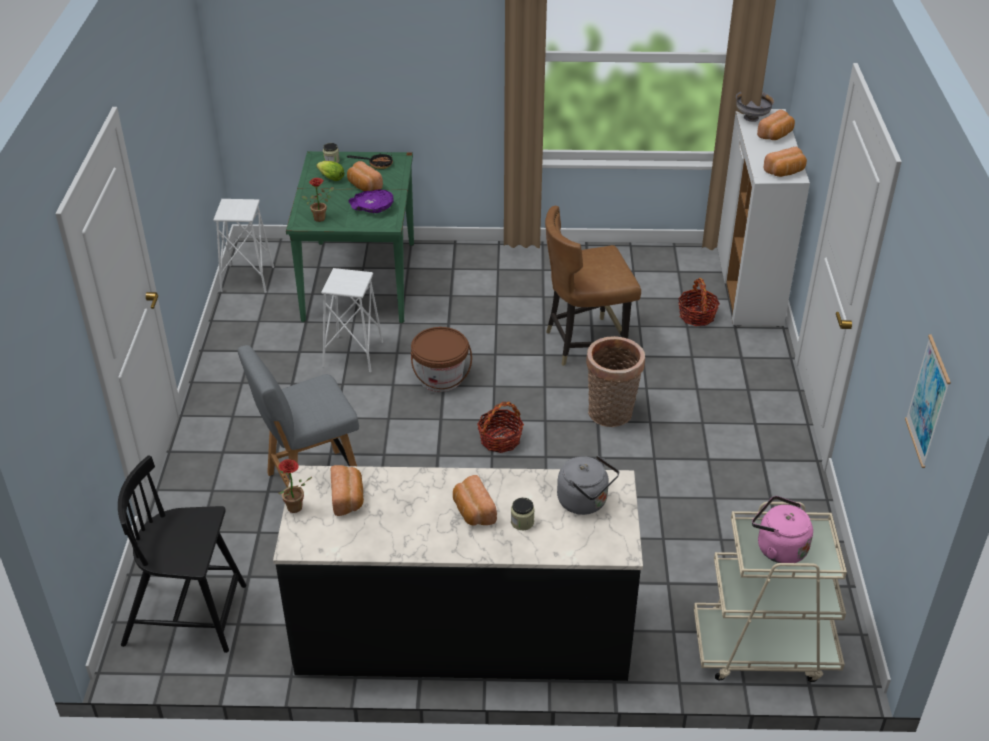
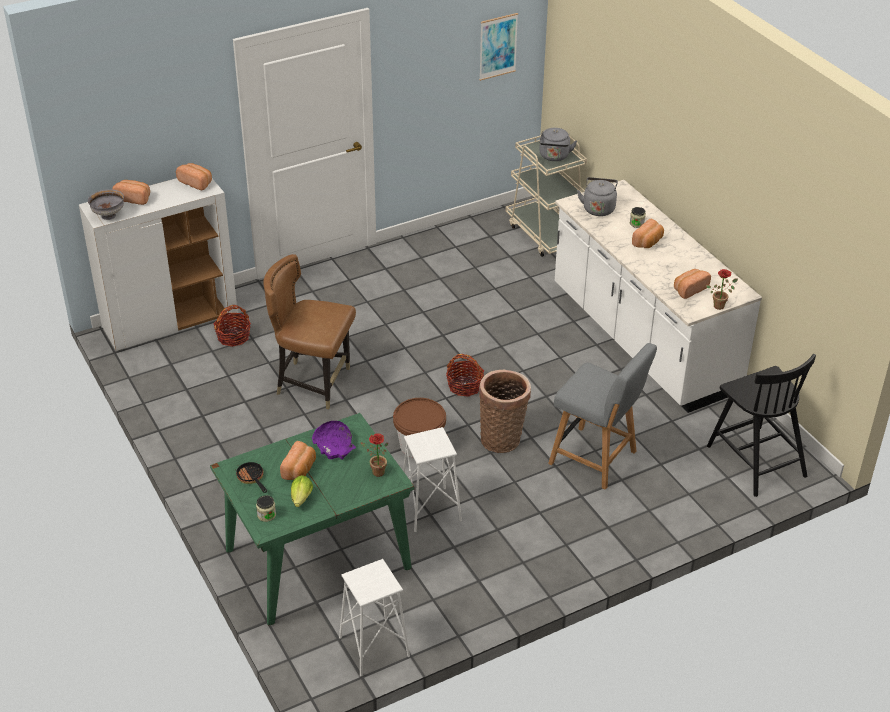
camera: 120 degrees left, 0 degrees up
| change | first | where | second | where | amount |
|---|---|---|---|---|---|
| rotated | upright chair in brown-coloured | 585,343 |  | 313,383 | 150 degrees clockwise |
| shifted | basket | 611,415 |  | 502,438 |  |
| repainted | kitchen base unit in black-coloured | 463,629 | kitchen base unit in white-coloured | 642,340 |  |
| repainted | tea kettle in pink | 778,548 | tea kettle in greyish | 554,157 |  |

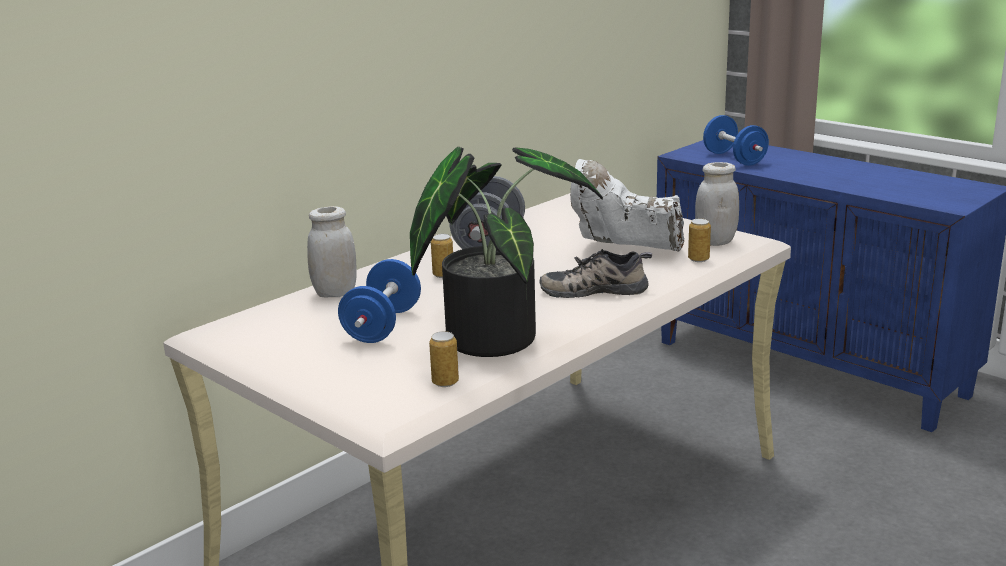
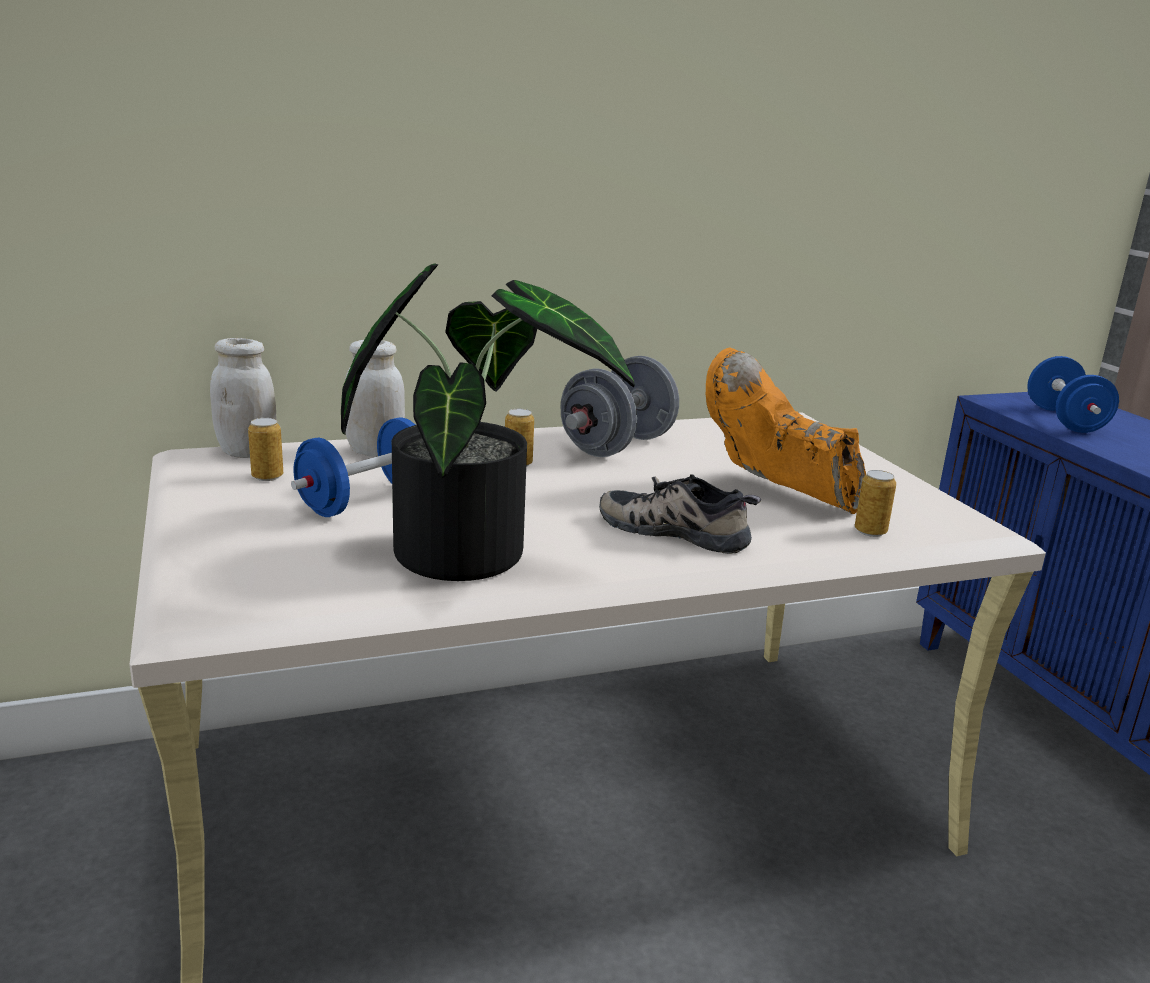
camera: 25 degrees right, 0 degrees up
| change | first | where | second | where | amount |
|---|---|---|---|---|---|
| repainted | high-top boot in white-coloured | 624,251 | high-top boot in orangey | 777,495 |  |
| shifted | jar in white-coloured | 715,241 |  | 247,452 |  |
| shifted | sealed can | 445,382 |  | 267,477 |  |

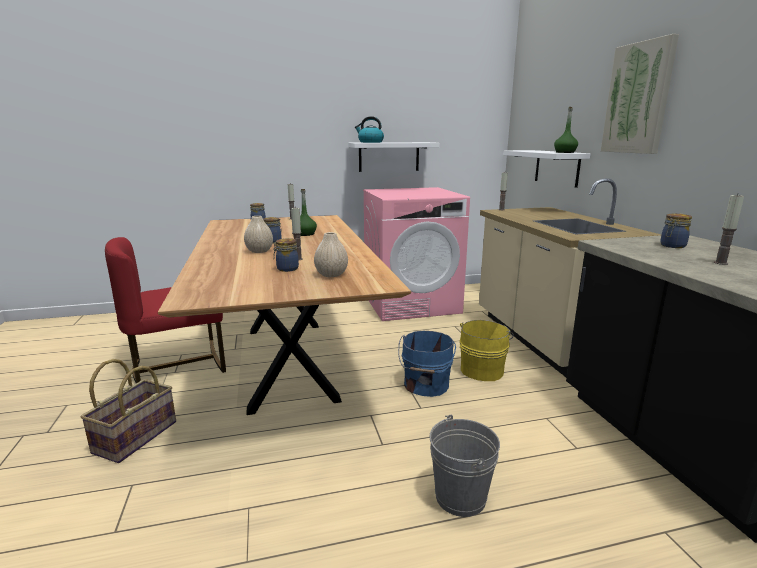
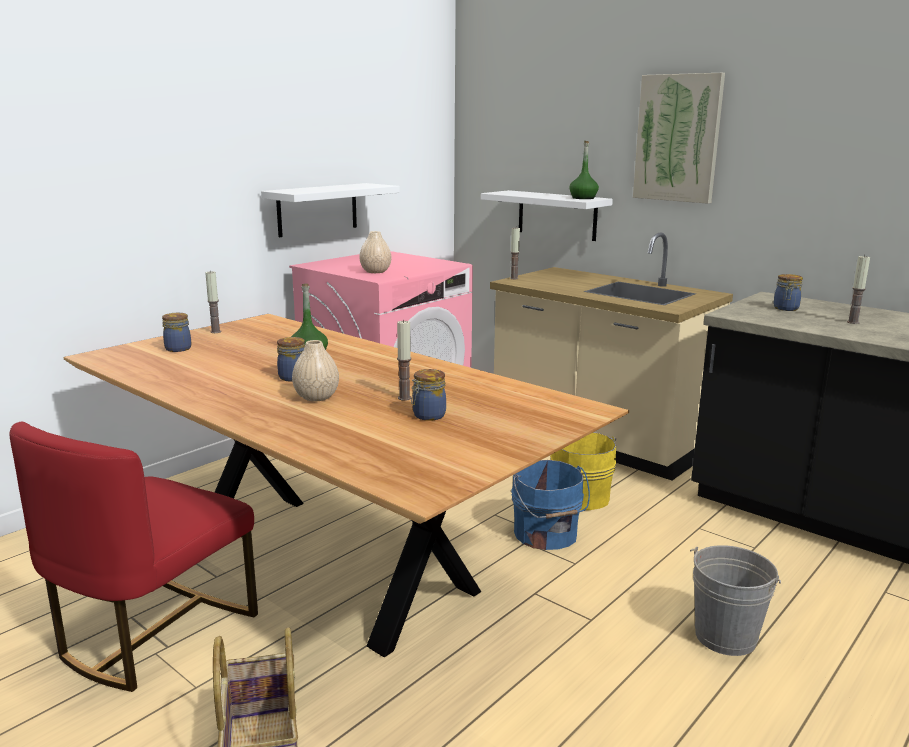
camera: 35 degrees left, 0 degrees up
| change | first | where | second | where | amount |
|---|---|---|---|---|---|
| gone | tea kettle | 370,142 |  |  |  |
| shifted | decorative vase in beige-coloured | 331,274 |  | 375,271 |  |

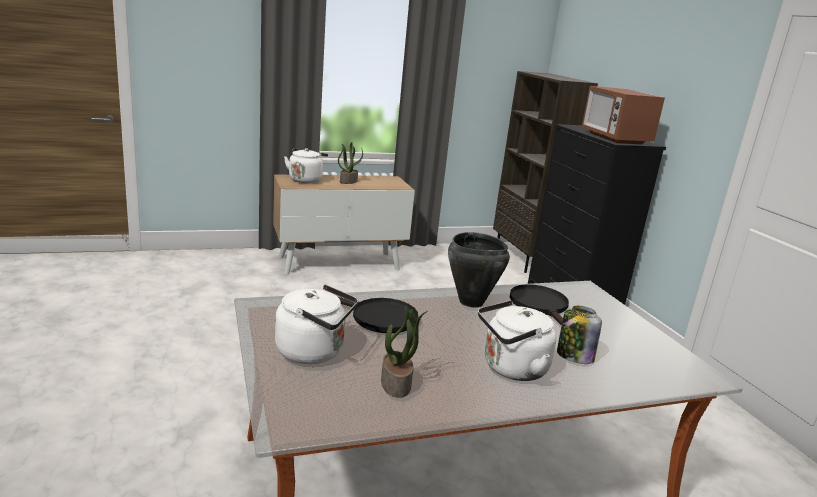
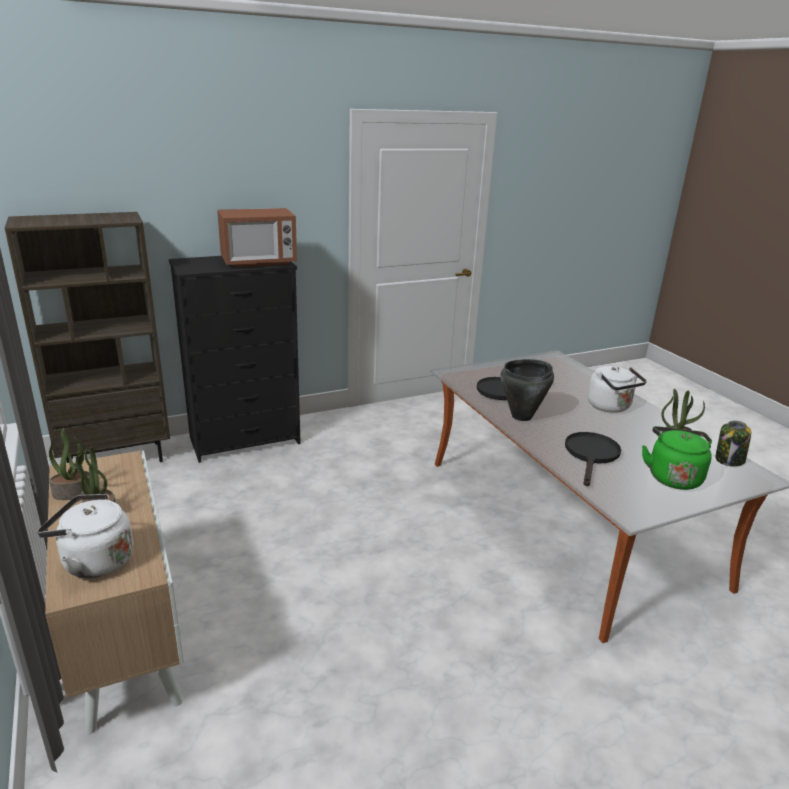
camera: 95 degrees left, 5 degrees up
| change | first | where | second | where | amount |
|---|---|---|---|---|---|
| repainted | tea kettle in white-coloured | 314,352 | tea kettle in greenish | 673,477 |  |
| shifted | jar | 574,356 |  | 729,460 |  |
| new |  |  | houseplant | 74,492 |  |

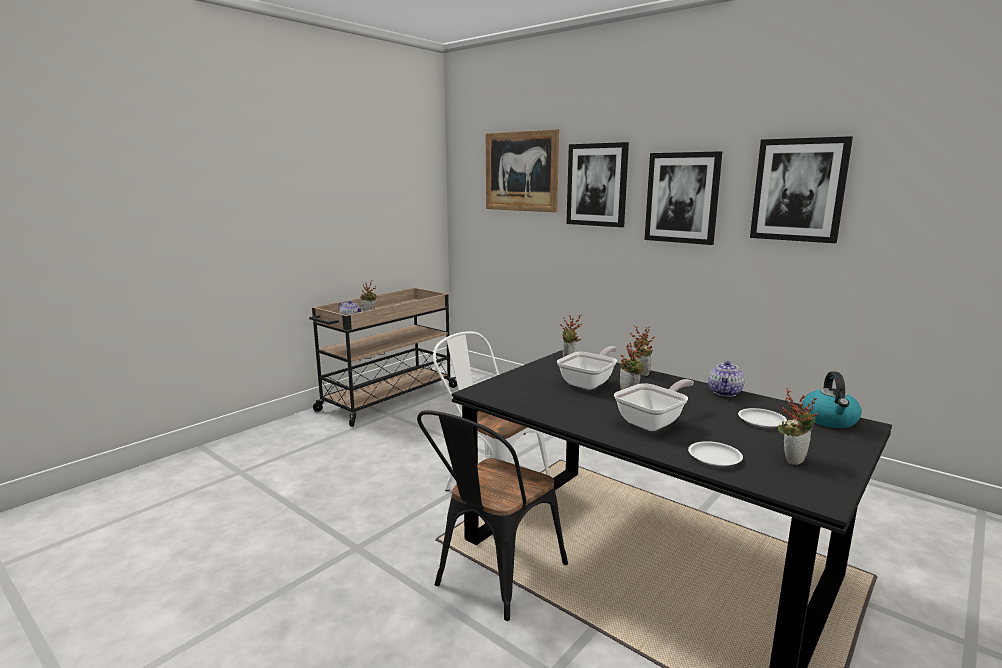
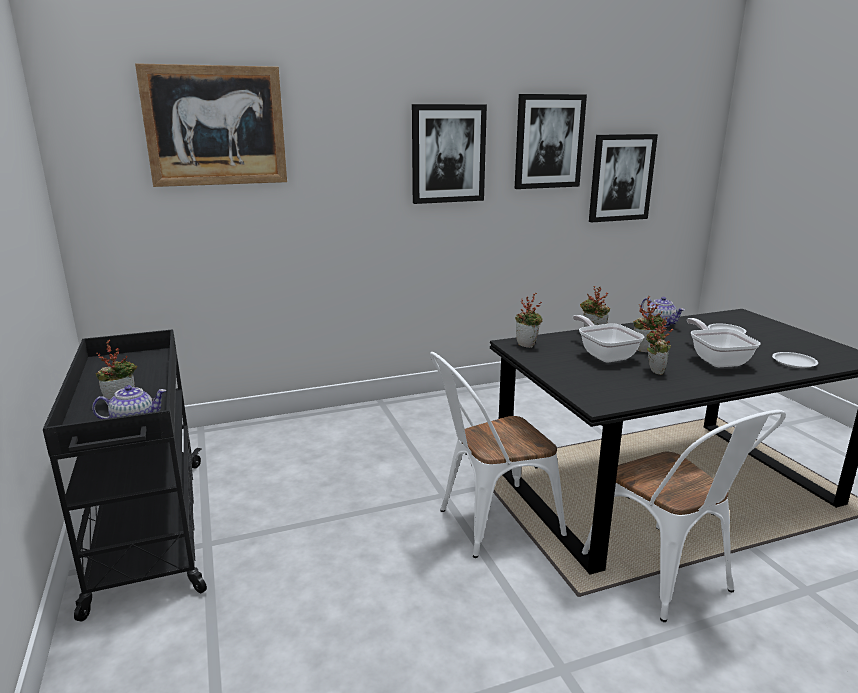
camera: 60 degrees left, 5 degrees up
| change | first | where | second | where | amount |
|---|---|---|---|---|---|
| shifted | wall picture | 597,185 |  | 621,178 |  |
| repainted | trolley in beige-coloured | 387,399 | trolley in black-coloured | 149,531 |  |
| gone | tea kettle | 830,420 |  |  |  |
| shifted | houseplant | 792,459 |  | 653,371 |  |
| repainted | upright chair in black-coloured | 493,578 | upright chair in white-coloured | 666,578 |  |

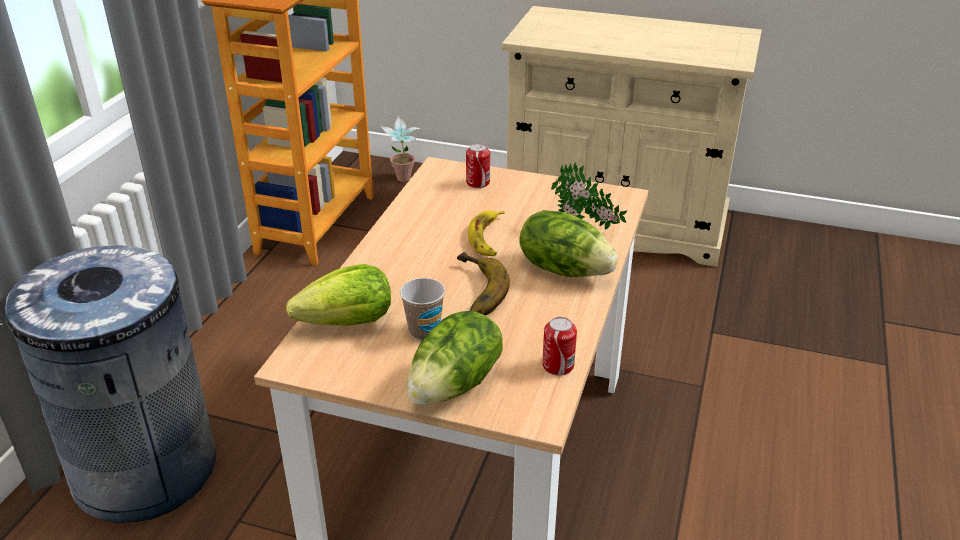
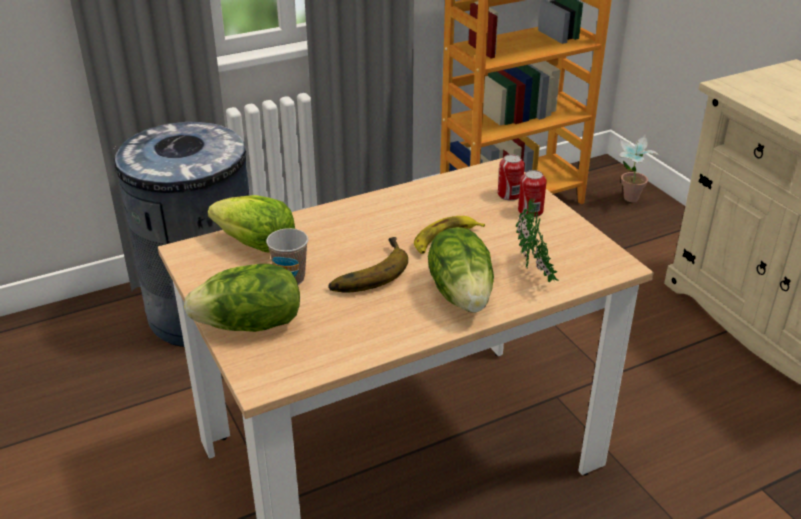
camera: 45 degrees right, 0 degrees up
| change | first | where | second | where | amount |
|---|---|---|---|---|---|
| shifted | sealed can | 558,365 |  | 530,211 |  |

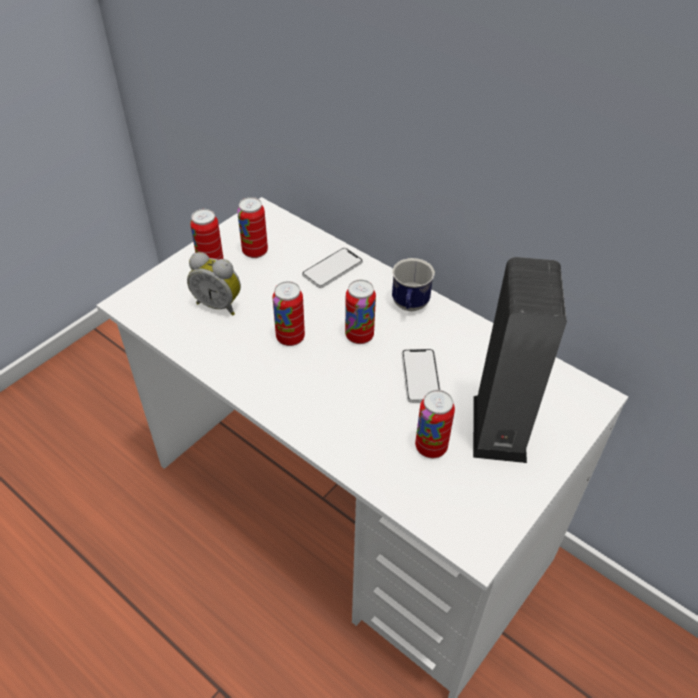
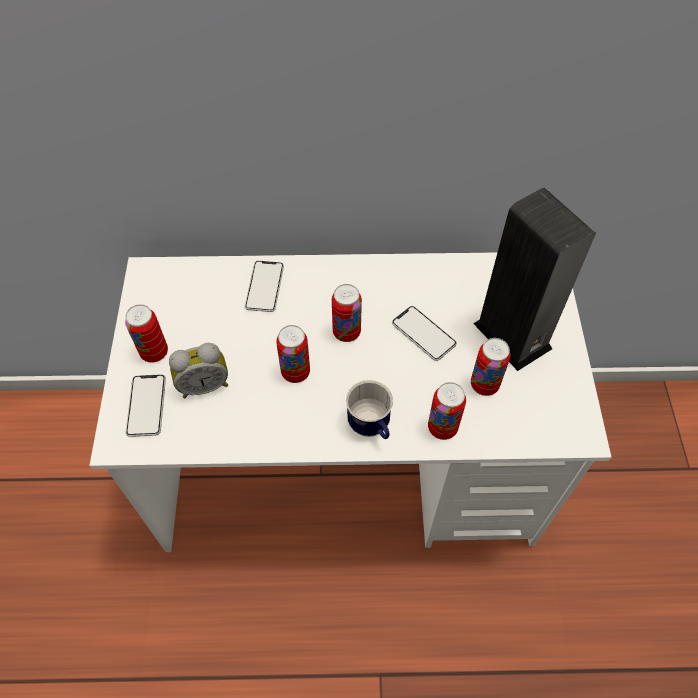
camera: 40 degrees left, 10 degrees up
| change | first | where | second | where | amount |
|---|---|---|---|---|---|
| shifted | sealed can | 255,252 |  | 442,427 |  |
| shifted | coffee mug | 409,307 |  | 371,427 |  |
| new |  |  | phone | 146,406 |  |

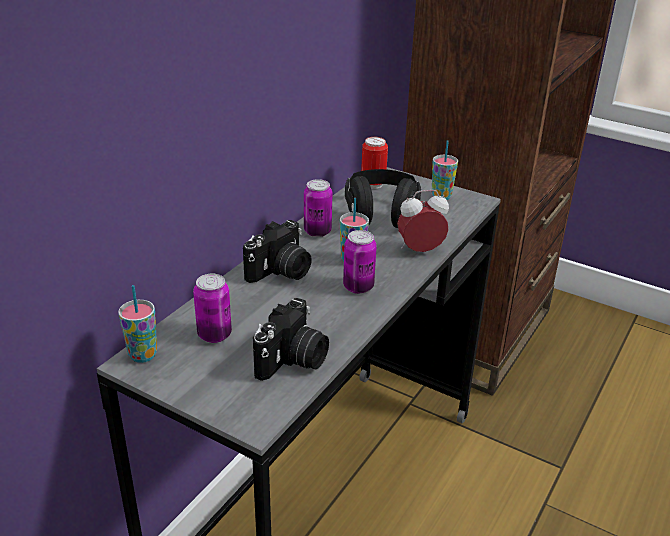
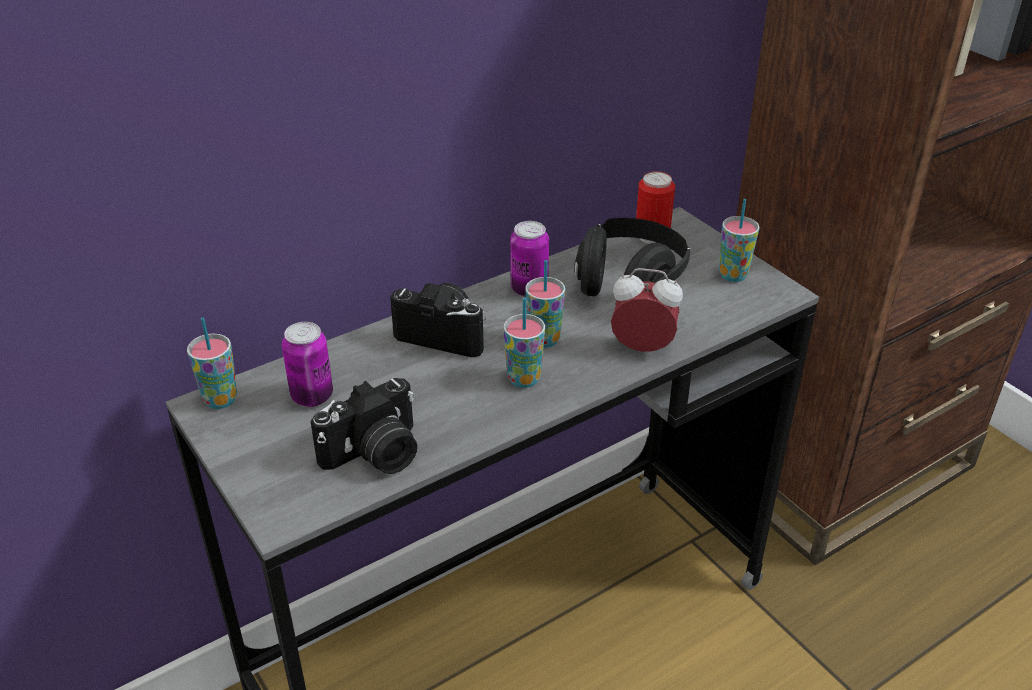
camera: 25 degrees right, 5 degrees up
| change | first | where | second | where | amount |
|---|---|---|---|---|---|
| rotated | photo camera | 281,272 |  | 444,334 | 135 degrees counterclockwise |
| swapped | sealed can | 358,287 | cup | 524,379 |  |

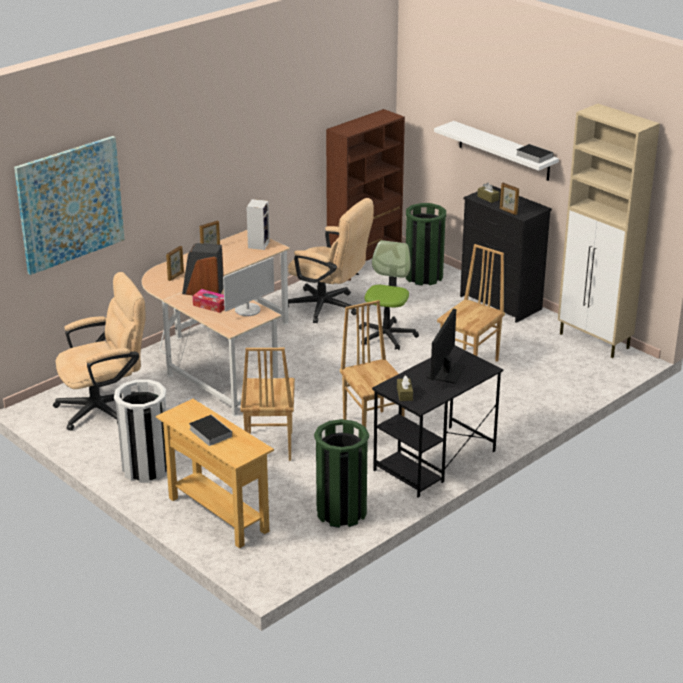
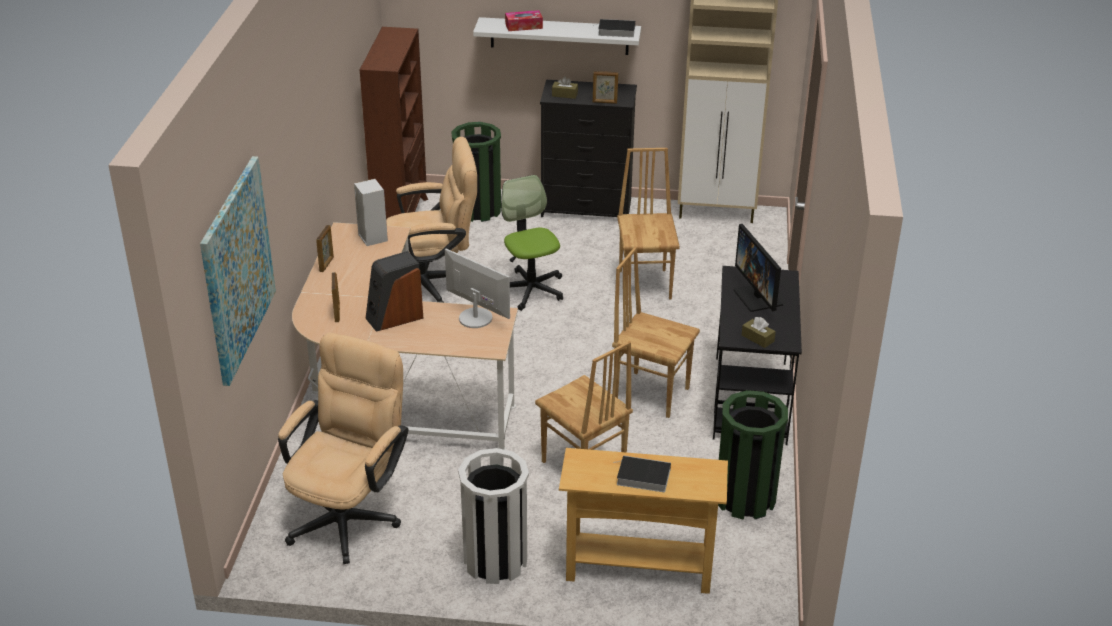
camera: 40 degrees left, 5 degrees up
| change | first | where | second | where | amount |
|---|---|---|---|---|---|
| rotated | computer screen | 248,310 |  | 475,318 | 60 degrees counterclockwise |
| shifted | tissue holder | 211,305 |  | 524,26 |  |

